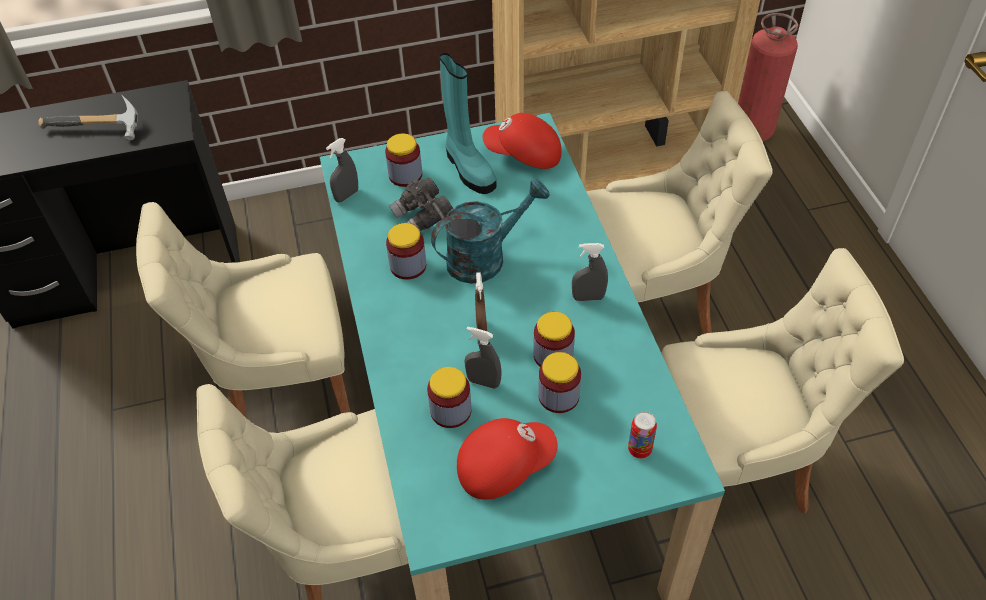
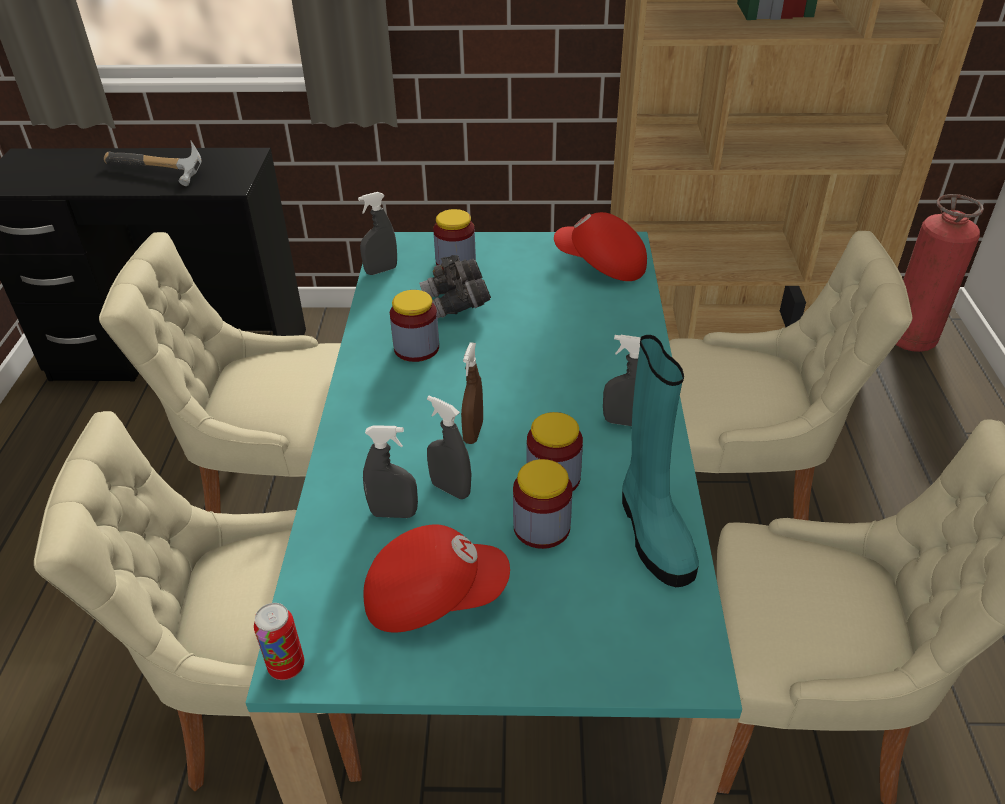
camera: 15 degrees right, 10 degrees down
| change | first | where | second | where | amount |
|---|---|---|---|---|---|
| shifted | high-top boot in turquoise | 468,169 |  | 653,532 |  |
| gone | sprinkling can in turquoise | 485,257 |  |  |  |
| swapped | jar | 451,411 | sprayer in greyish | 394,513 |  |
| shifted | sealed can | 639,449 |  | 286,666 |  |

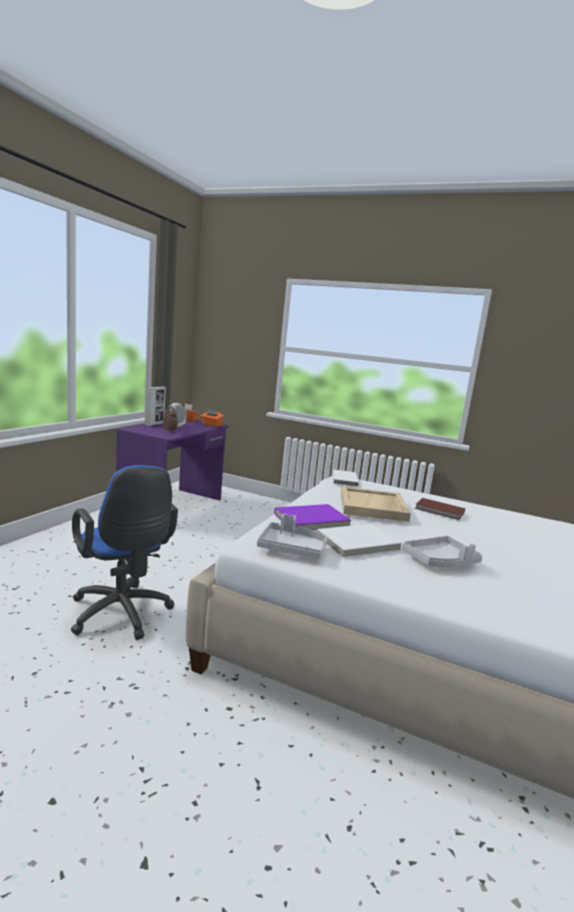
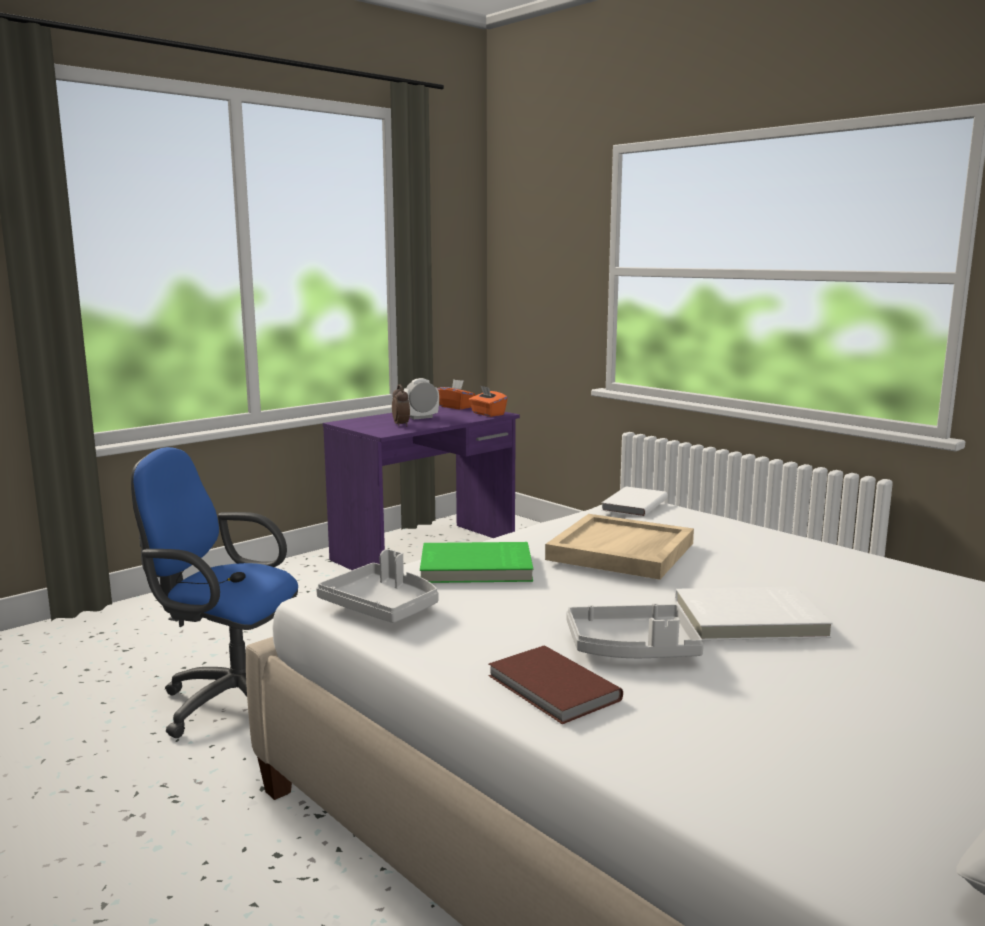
camera: 25 degrees right, 0 degrees up
| change | first | where | second | where | amount |
|---|---|---|---|---|---|
| gone | photo frame | 154,424 |  |  |  |
| rotated | office chair in bluish | 122,615 |  | 231,702 | 120 degrees clockwise |
| shifted | volume in brown-coloured | 440,511 |  | 552,689 |  |
| repainted | volume in purplish | 312,521 | volume in greenish | 476,568 |  |
| shifted | volume in white-coloured | 358,544 |  | 750,620 |  |

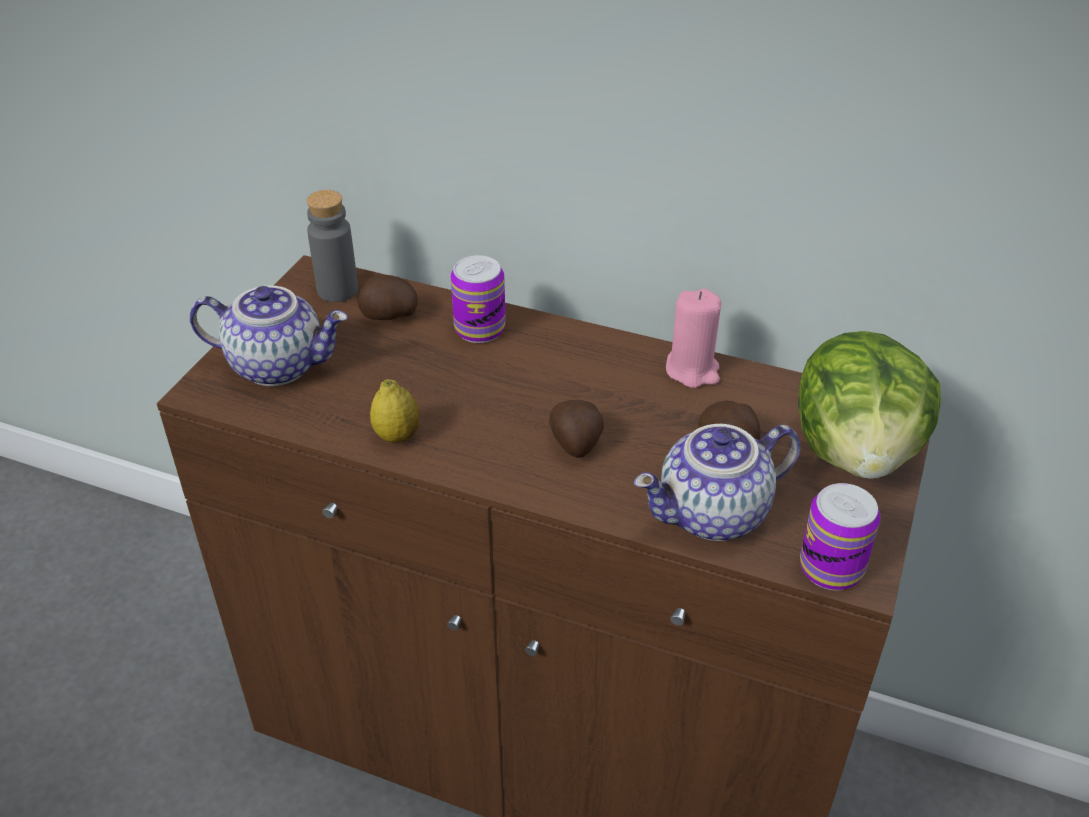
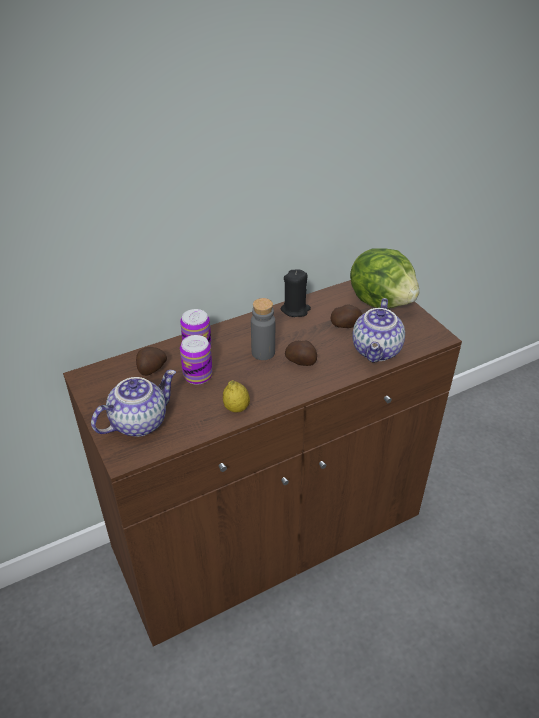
camera: 50 degrees left, 0 degrees up
| change | first | where | second | where | amount |
|---|---|---|---|---|---|
| shifted | bottle in greyish | 337,290 |  | 263,352 |  |
| repainted | wax light in pink | 692,370 | wax light in black-coloured | 295,309 |  |
| shifted | sealed can | 831,568 |  | 197,375 |  |

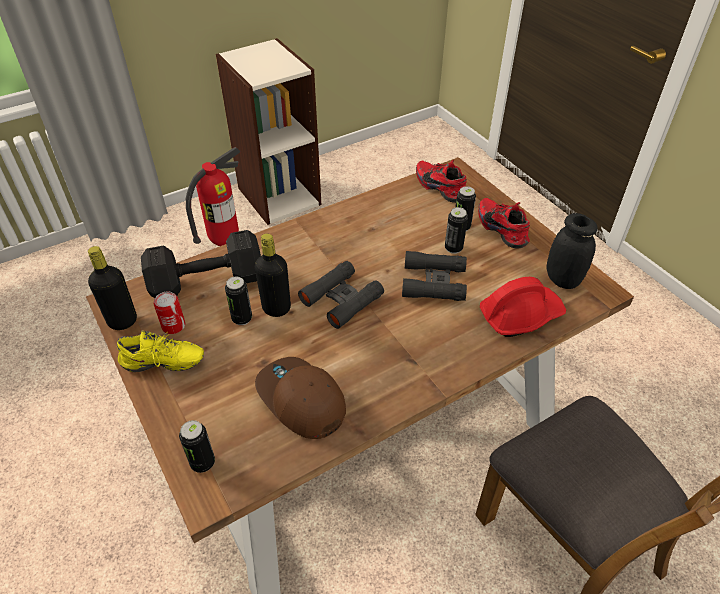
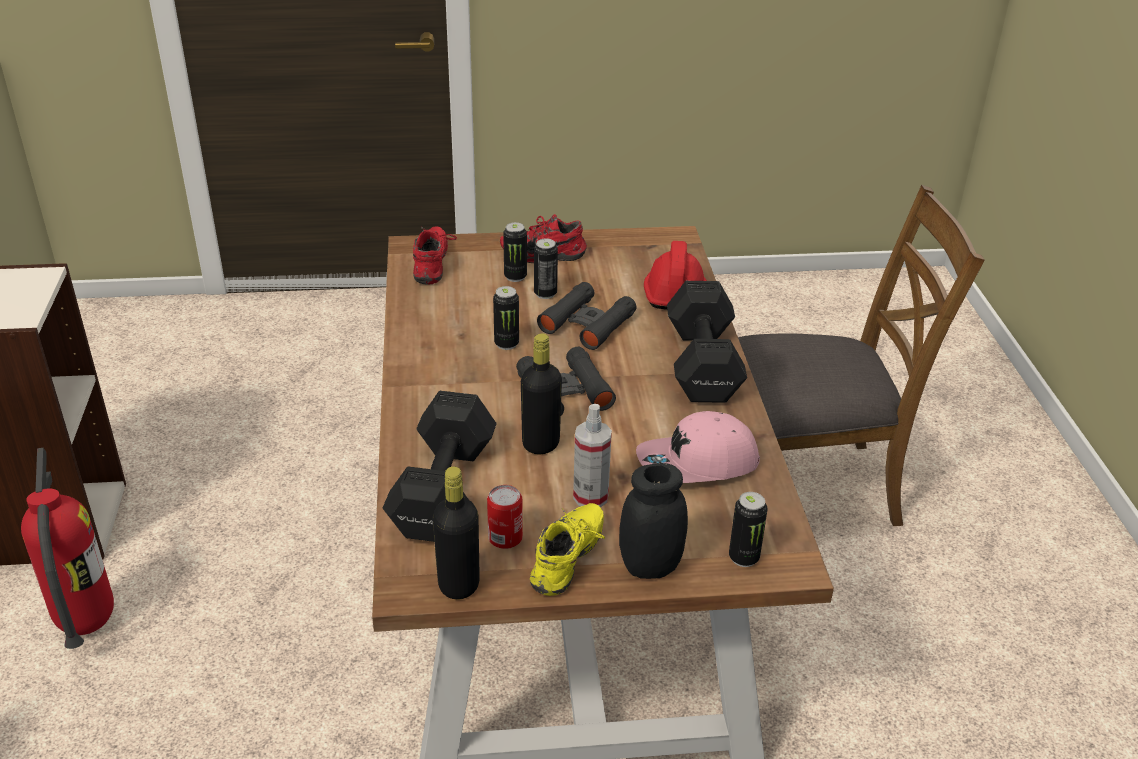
camera: 65 degrees left, 10 degrees down
| change | first | where | second | where | amount |
|---|---|---|---|---|---|
| rotated | low shoe in reddish | 442,187 |  | 434,265 | 105 degrees clockwise |
| shifted | jar in black-coloured | 562,280 |  | 650,566 |  |
| shifted | sealed can | 242,319 |  | 506,344 |  |
| repainted | peaked cap in brown-coloured | 300,400 | peaked cap in pink | 697,464 |  |
| new |  |  | hand weight in black-coloured | 703,362 |  |
| new |  |  | sprayer | 590,497 |  |

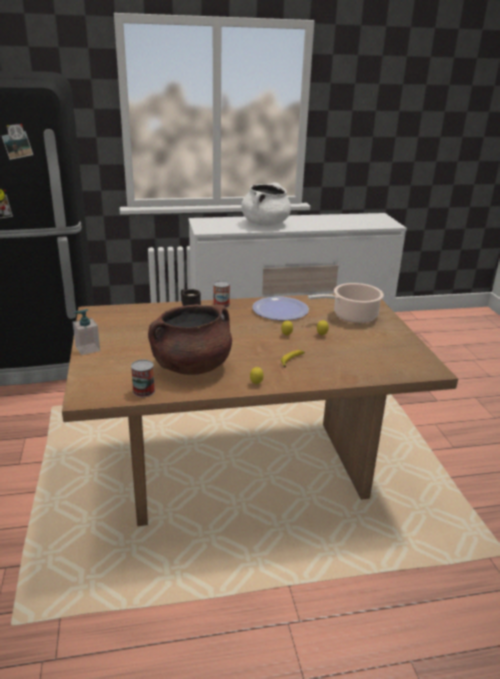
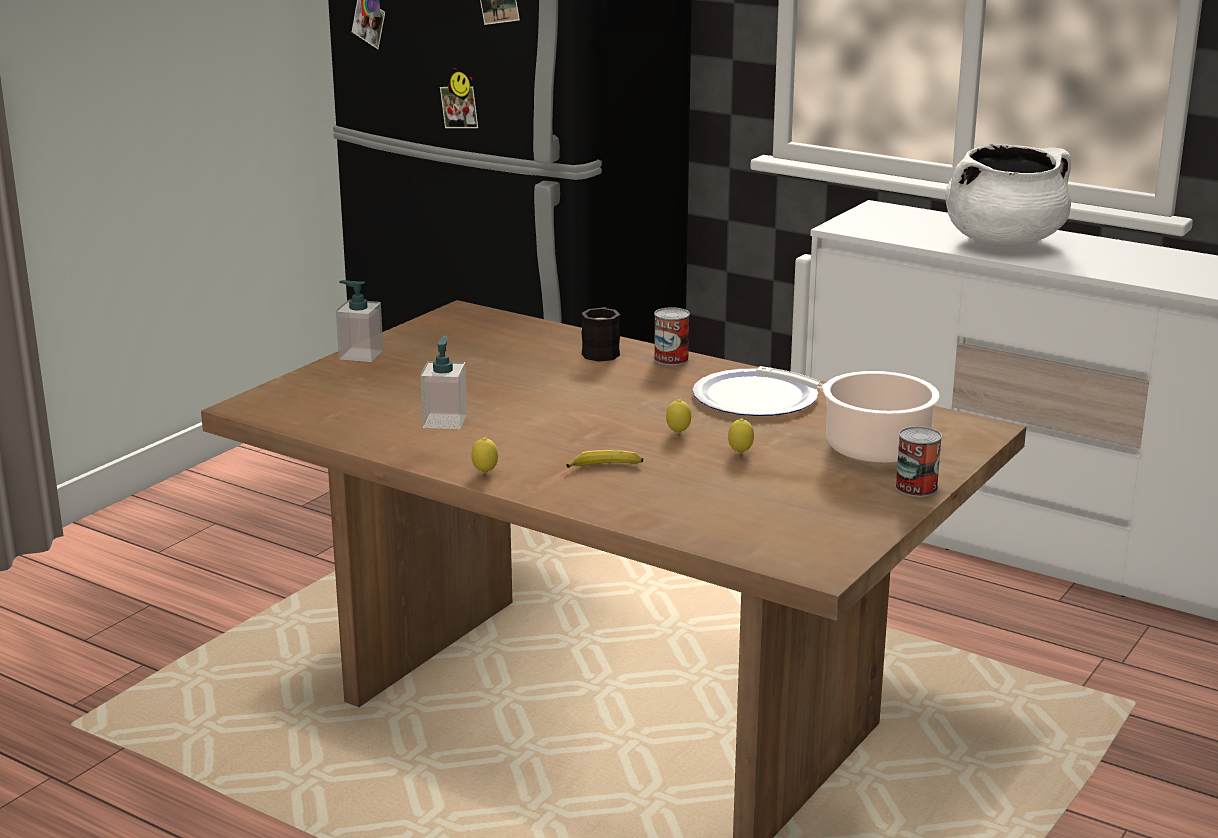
camera: 45 degrees right, 5 degrees down
| change | first | where | second | where | amount |
|---|---|---|---|---|---|
| swapped | saucepot in brown-coloured | 191,367 | liquid soap bottle | 445,421 |  |
| shifted | sealed can | 144,391 |  | 916,488 |  |

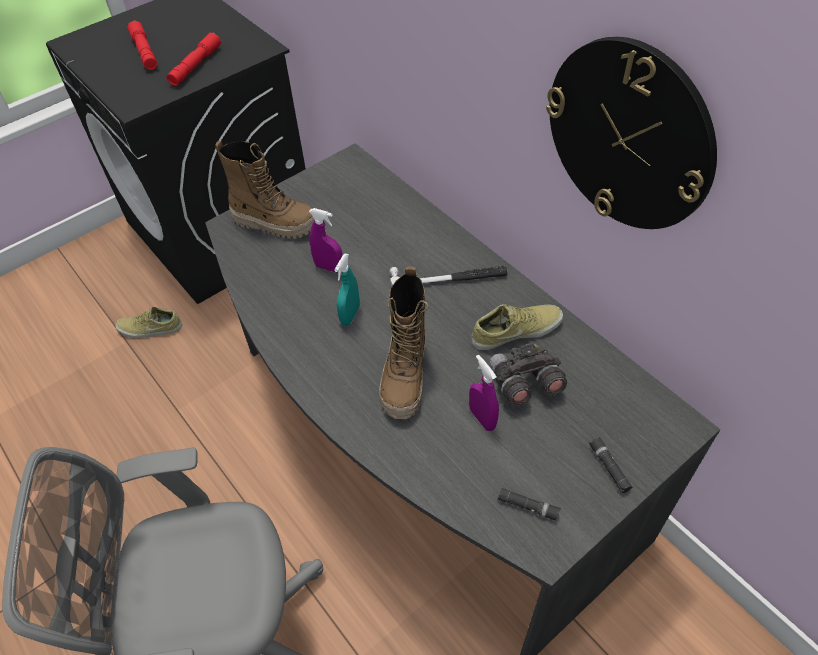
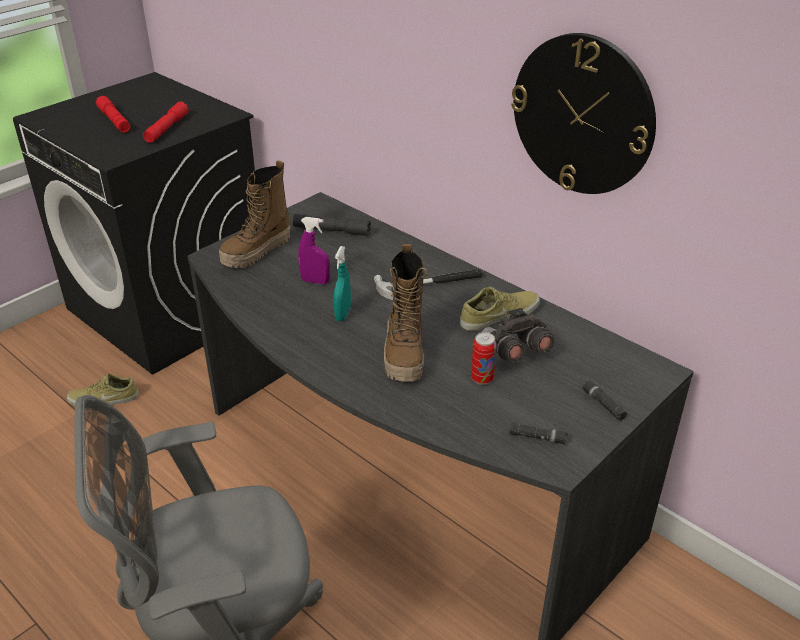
camera: 10 degrees left, 15 degrees down
| change | first | where | second | where | amount |
|---|---|---|---|---|---|
| rotated | high-top boot | 275,223 |  | 257,252 | 120 degrees clockwise |
| swapped | sprayer in purplish | 482,418 | sealed can | 482,379 |  |
| new |  |  | hand torch in greyish | 332,231 |  |

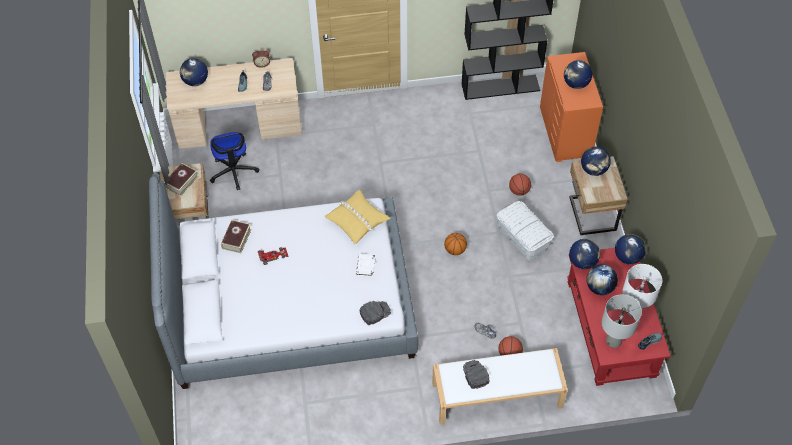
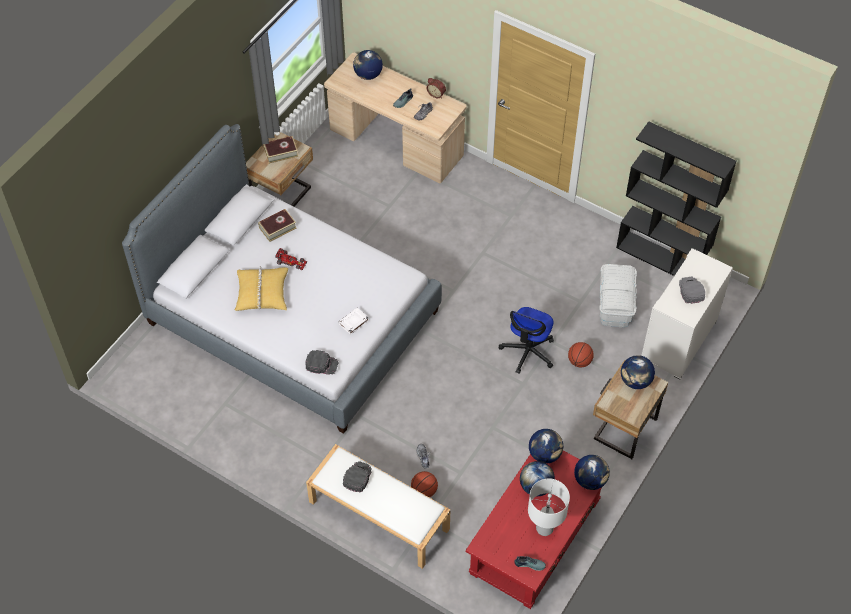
camera: 40 degrees right, 0 degrees up
| change | first | where | second | where | amount |
|---|---|---|---|---|---|
| repainted | chest of drawers in orangey | 566,132 | chest of drawers in white-coloured | 679,340 |  |
| swapped | globe | 576,84 | peaked cap in greyish | 690,290 |  |
| shifted | office chair | 233,171 |  | 528,351 |  |
| shifted | throw pillow in yellow | 357,220 |  | 262,293 |  |
| shifted | storage box in white-coloured | 523,238 |  | 615,304 |  |
| gone | ball for basketball | 455,250 |  |  |  |
| gone | lamp for a table in greyish | 613,341 |  |  |  |

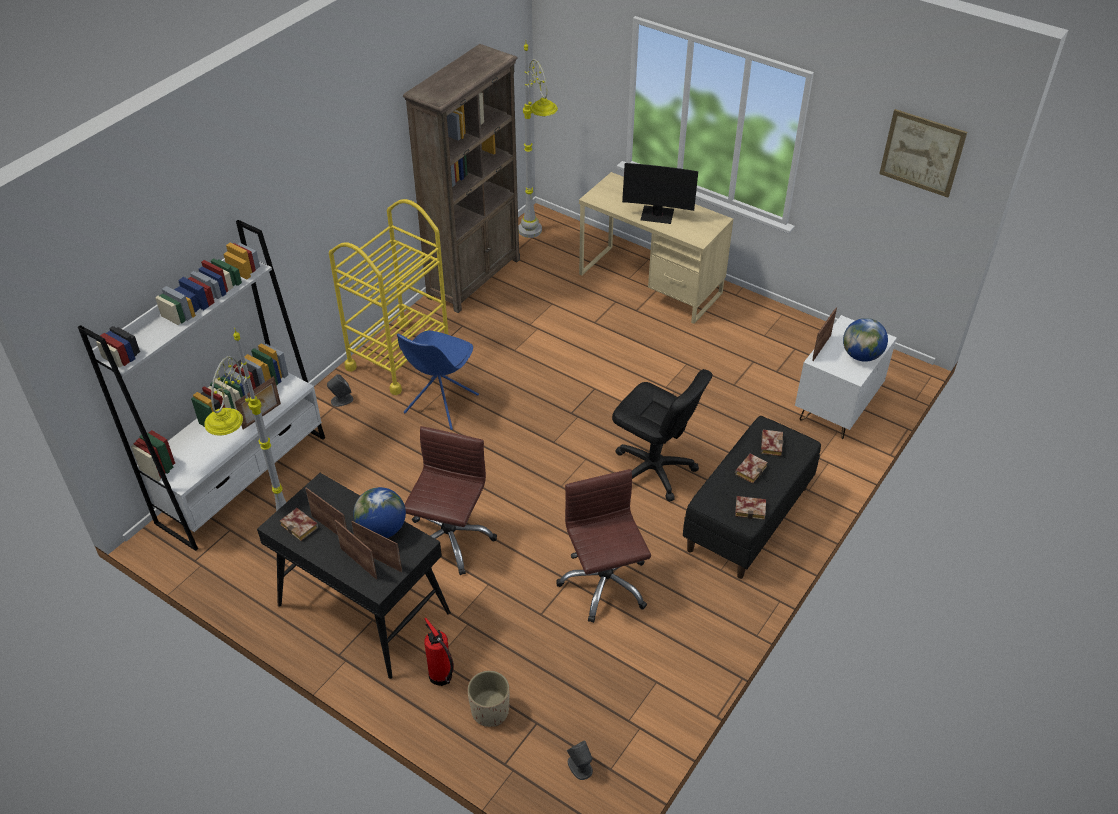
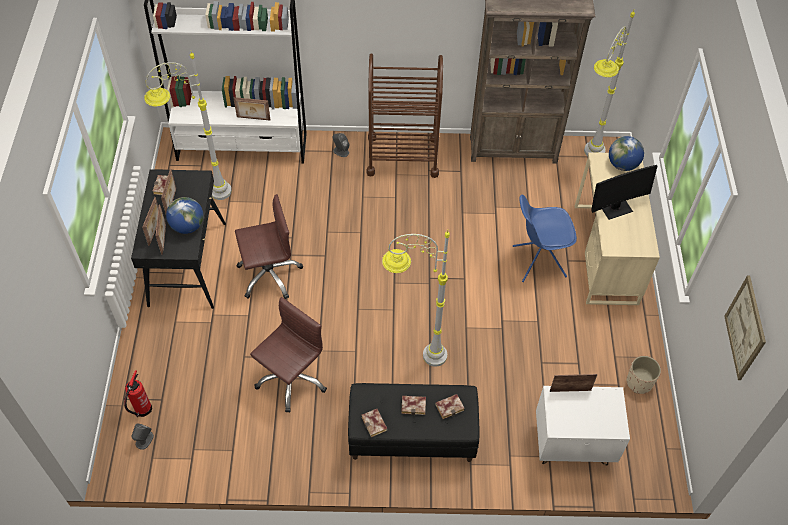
camera: 55 degrees right, 10 degrees up
| change | first | where | second | where | amount |
|---|---|---|---|---|---|
| rotated | computer screen | 657,215 |  | 615,208 | 90 degrees counterclockwise |
| repainted | trolley in yellow | 399,357 | trolley in brown-coloured | 402,156 |  |
| shifted | globe | 861,355 |  | 622,164 |  |
| shifted | upright chair in bluish | 440,405 |  | 538,261 |  |
| swapped | office chair in black-coloured | 653,470 | standing lamp in greyish | 413,355 |  |
| shifted | fire-fighting cylinder | 441,677 |  | 142,410 |  |
| shifted | flower pot in beige-coloured | 490,710 |  | 639,382 |  |

